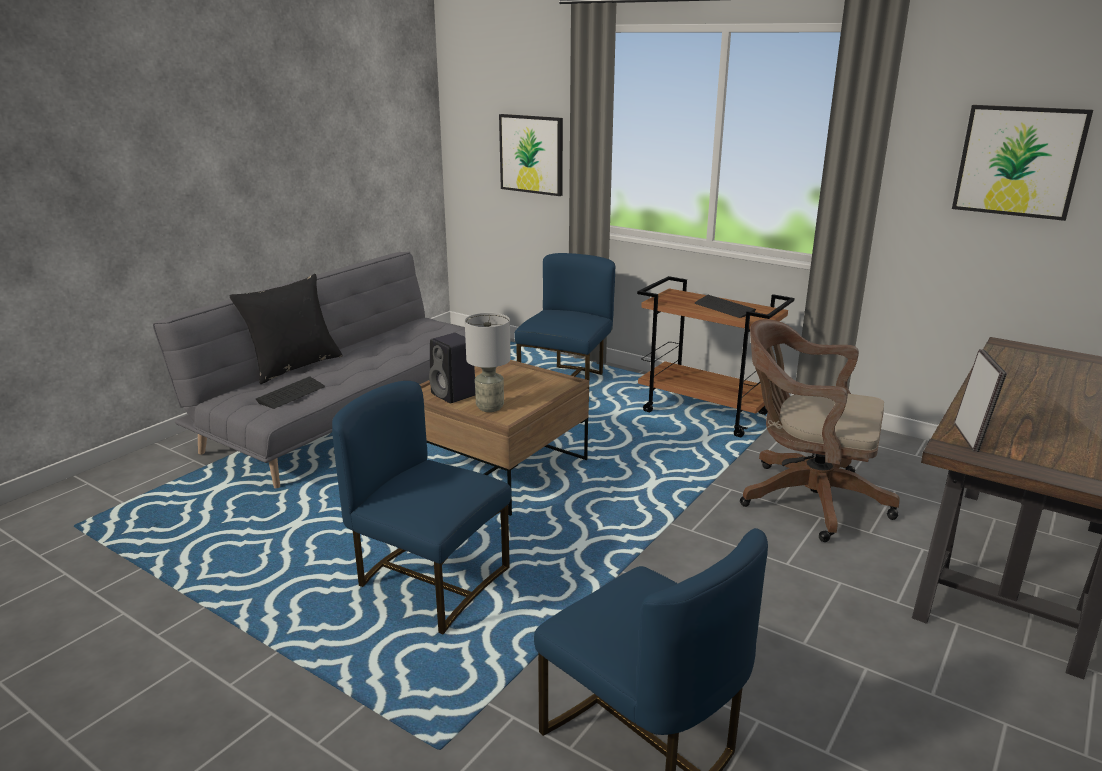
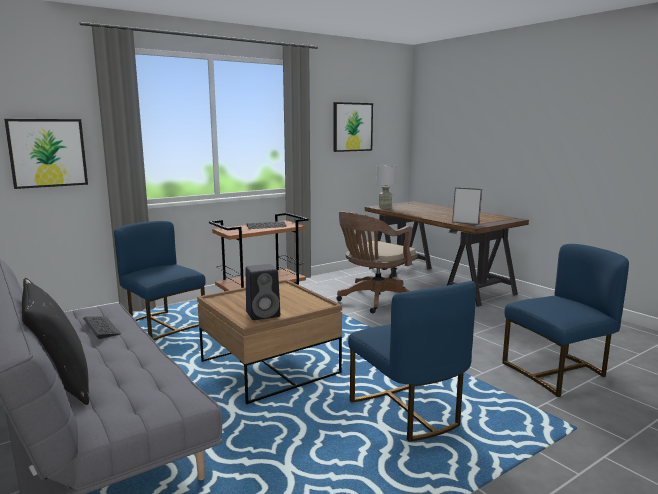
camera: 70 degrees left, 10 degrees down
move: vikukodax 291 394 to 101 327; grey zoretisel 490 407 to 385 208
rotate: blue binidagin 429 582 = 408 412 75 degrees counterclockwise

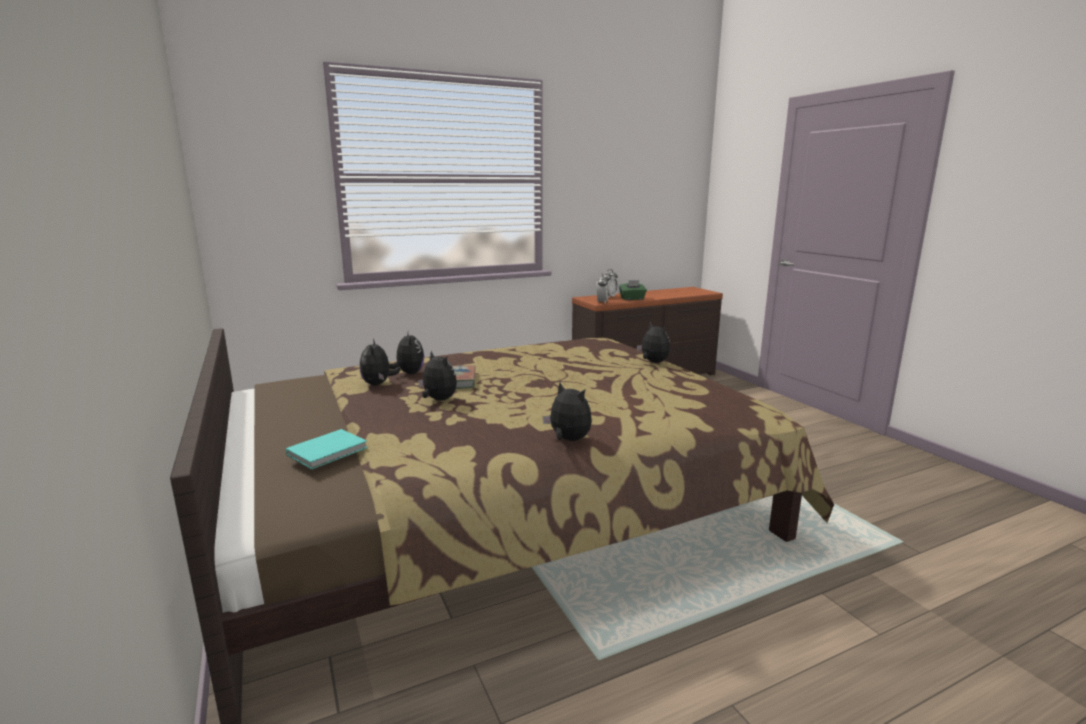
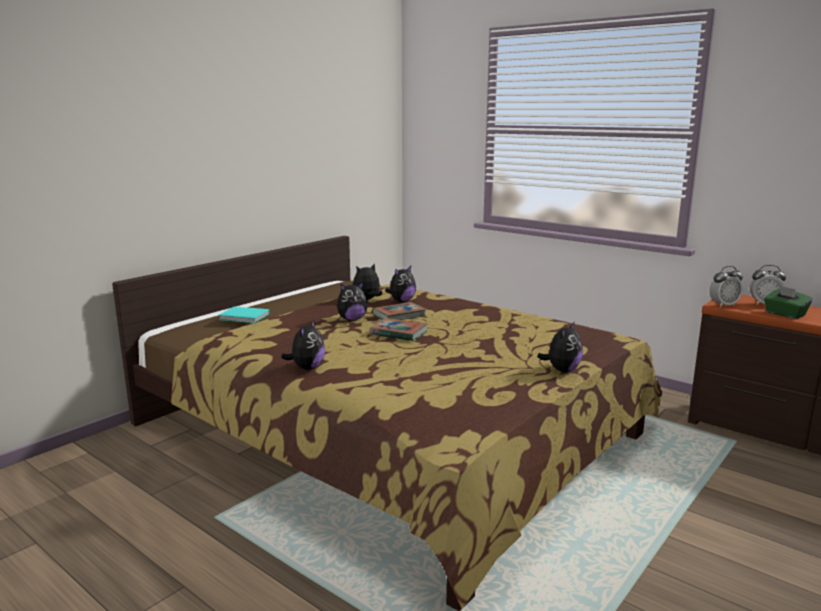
camera: 65 degrees right, 0 degrees up
insert: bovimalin 398 333
rotate: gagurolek 438 400 = 352 319 45 degrees clockwise

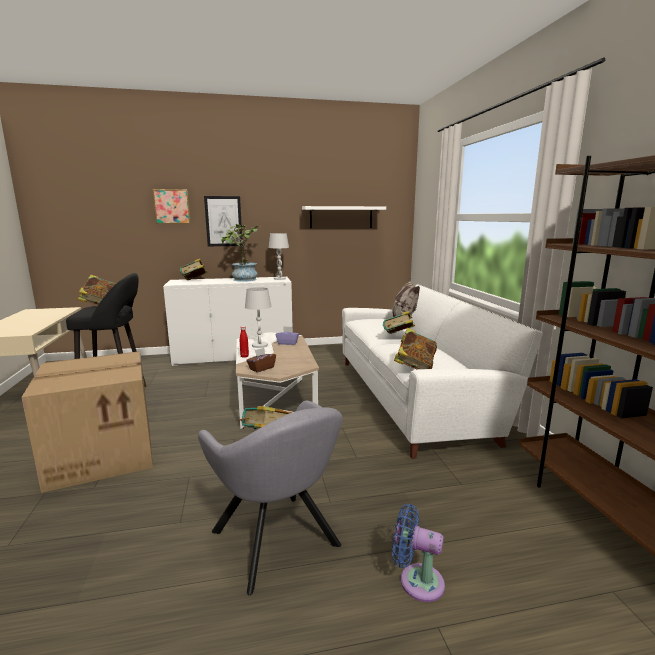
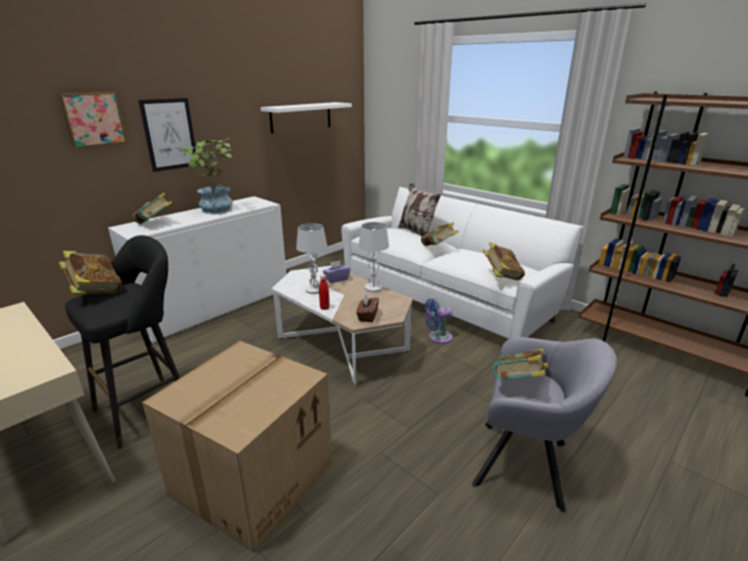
camera: 35 degrees left, 10 degrees up
move: white zoretisel 279 279 to 373 288; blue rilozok 417 580 to 437 337

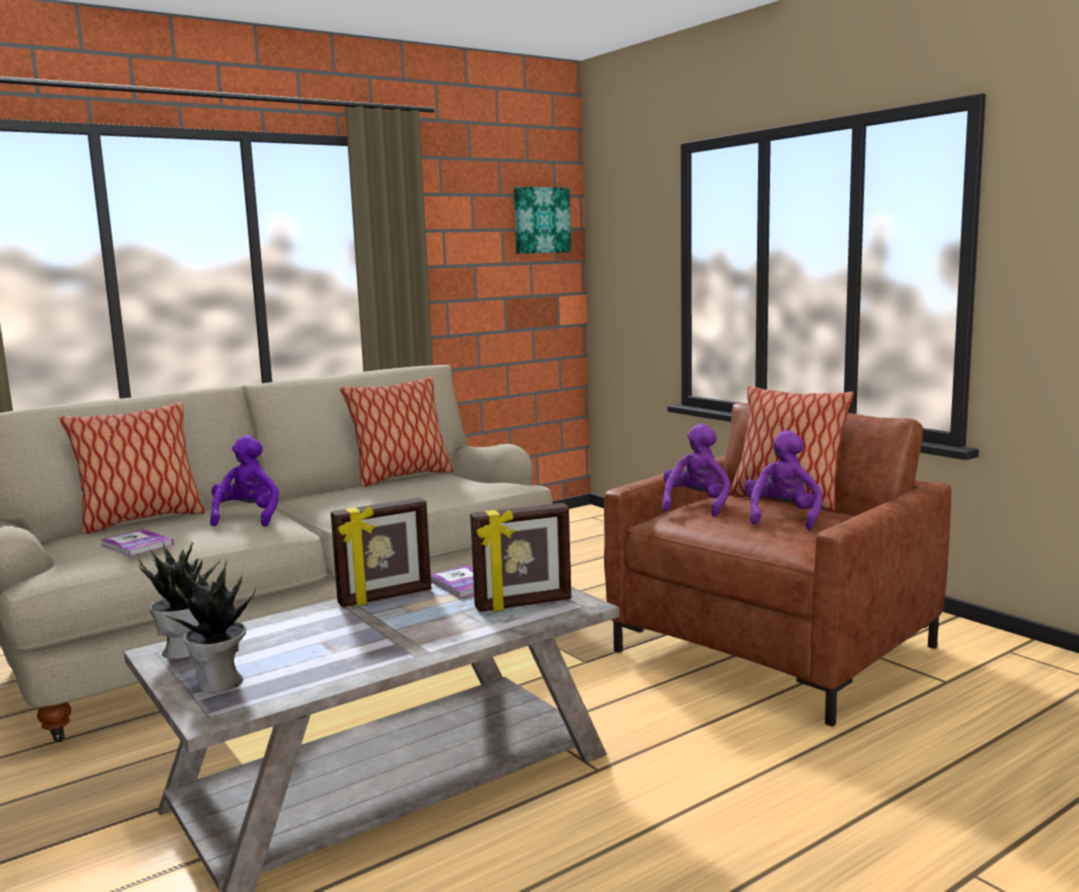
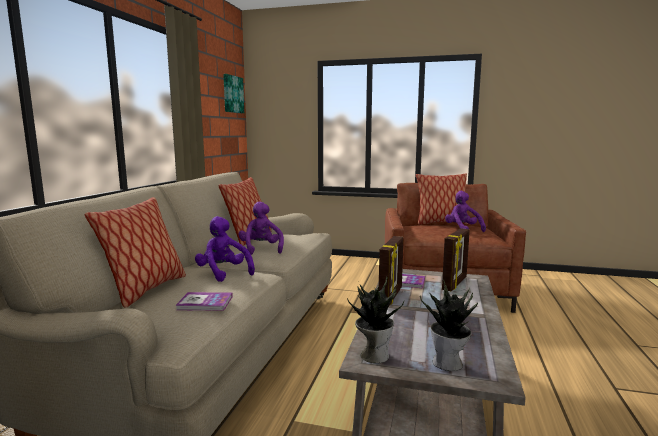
camera: 40 degrees left, 0 degrees up
move: purple gagurolek 696 506 to 261 249

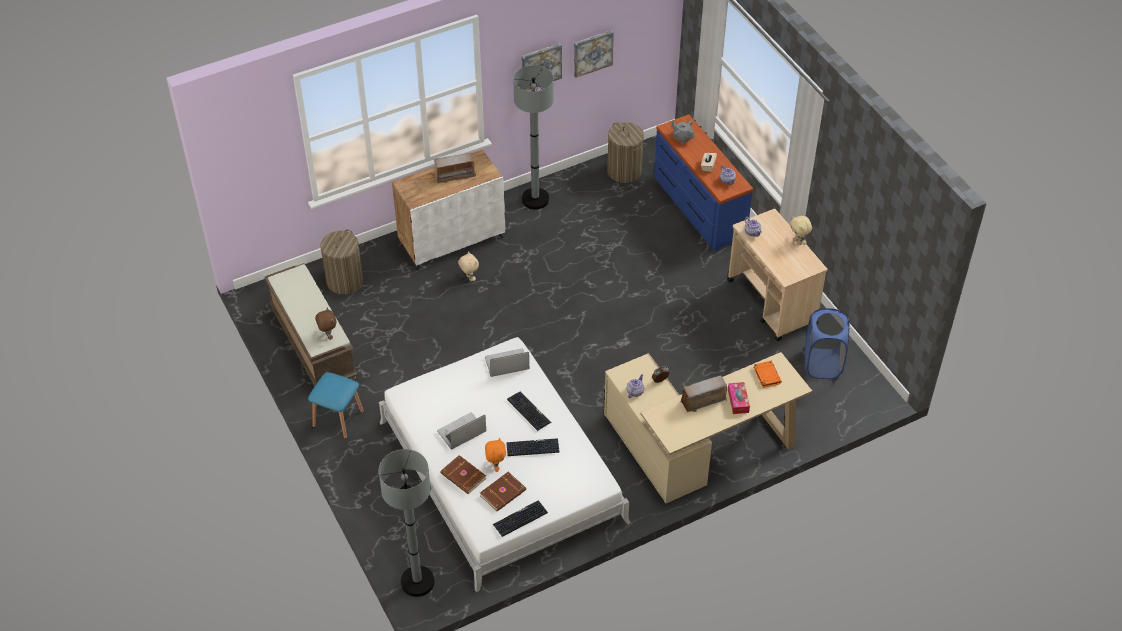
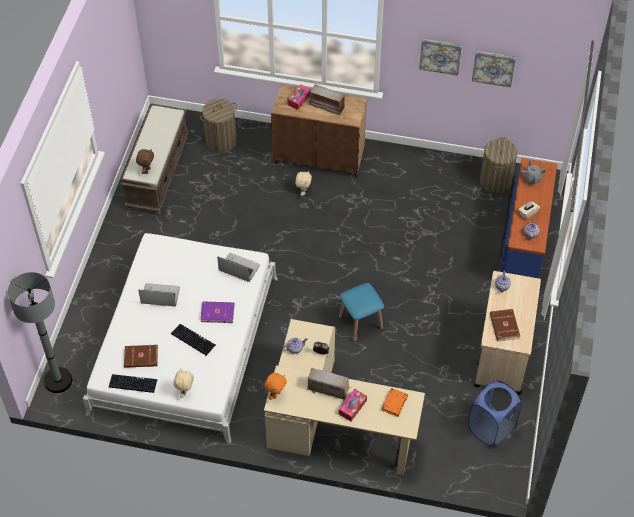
camera: 40 degrees right, 5 degrees up
delete: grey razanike 535 199
insert: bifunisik 299 100
move: beige gagurolek 798 242 to 185 392; orange gagurolek 495 466 to 276 394; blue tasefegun 338 419 to 360 322; brown bovimalin 463 476 to 503 326
replace: vikukodax 528 411 to purple bovimalin 217 312
recolor: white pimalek 452 241 to brown pimalek 319 157

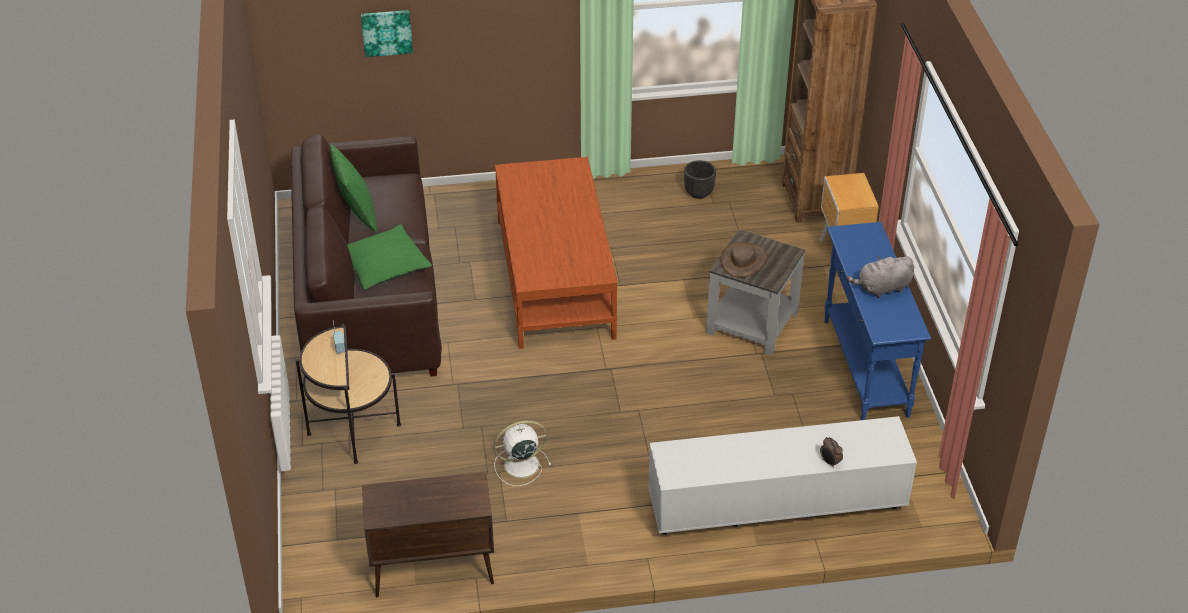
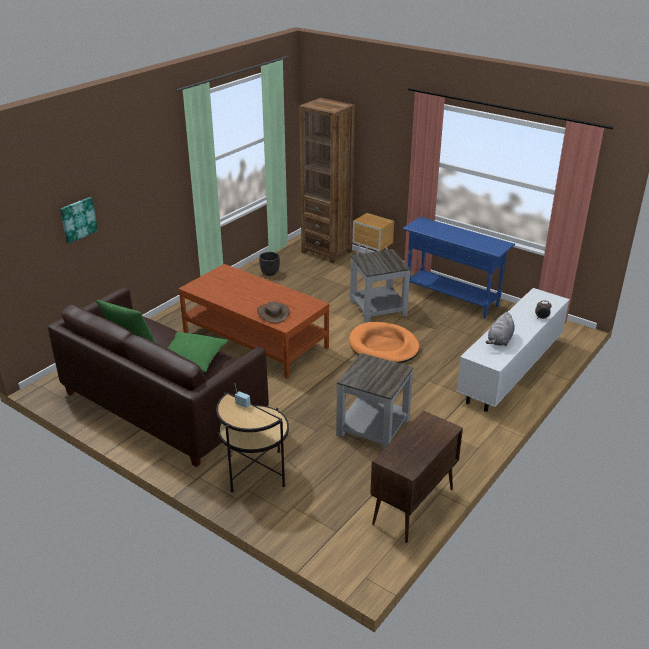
camera: 45 degrees left, 10 degrees down
insert: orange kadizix 383 346
move: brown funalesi 744 260 to 273 313; grey gagurolek 882 288 to 499 340
replace: white rilozok 520 465 to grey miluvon 373 428

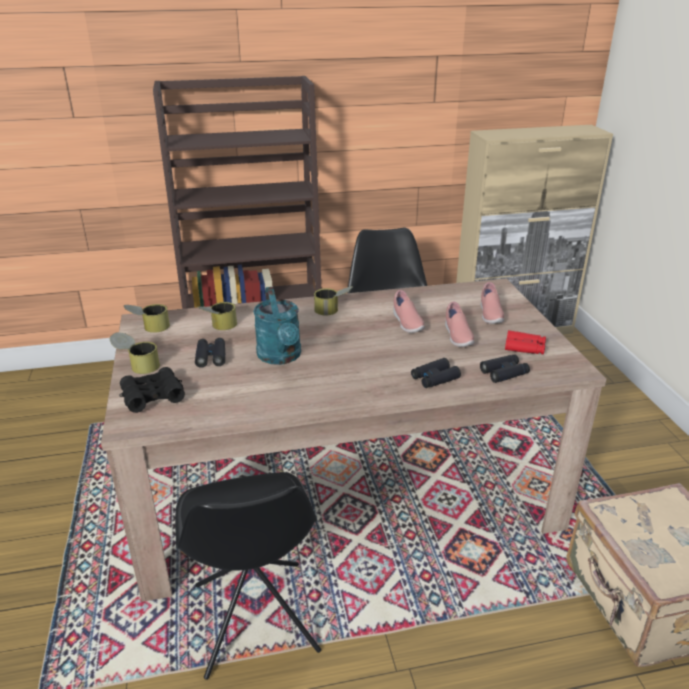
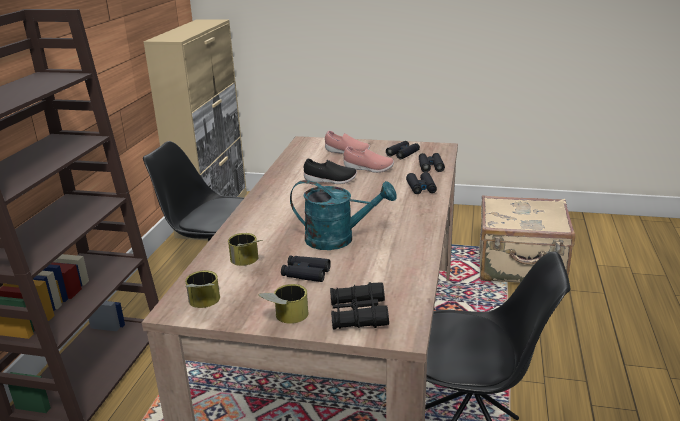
camera: 65 degrees left, 5 degrees down
delete: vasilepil 333 311
recolor: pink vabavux 406 323 to black vabavux 330 181; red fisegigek 524 347 to black fisegigek 403 153

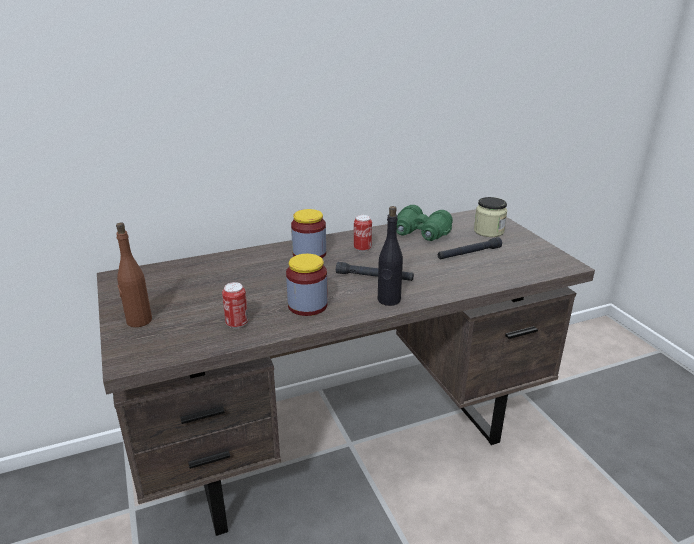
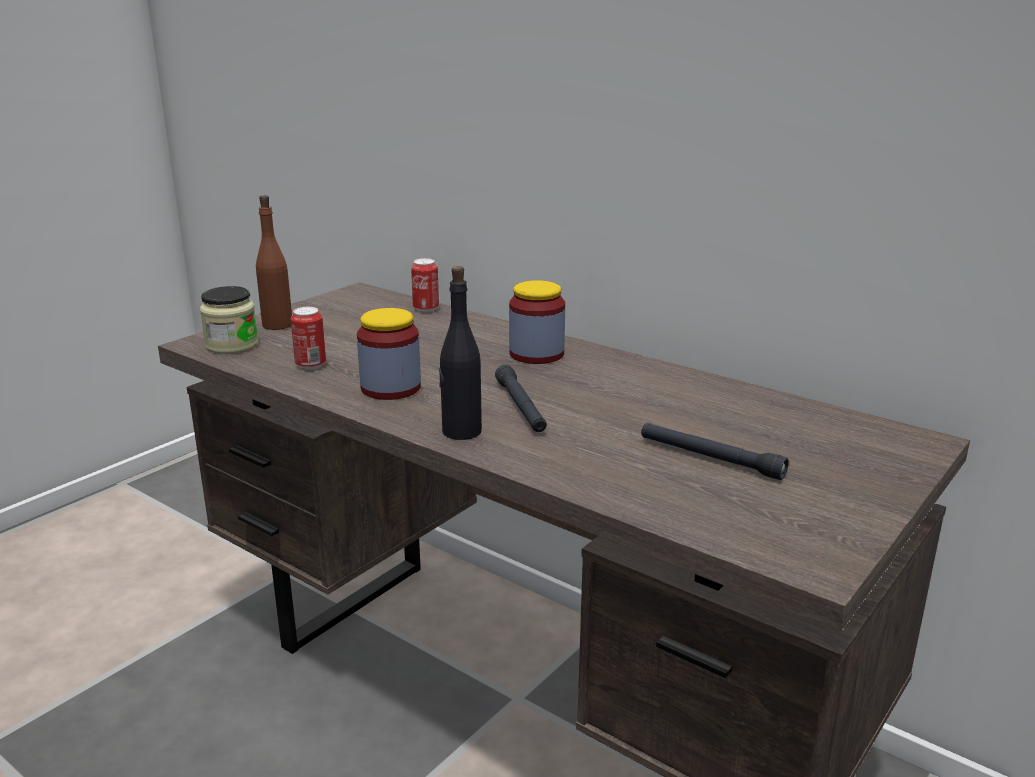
camera: 60 degrees right, 5 degrees down
delete: green fisegigek 420 234
move: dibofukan 488 231 to 232 345; vasilepil 362 248 to 426 309

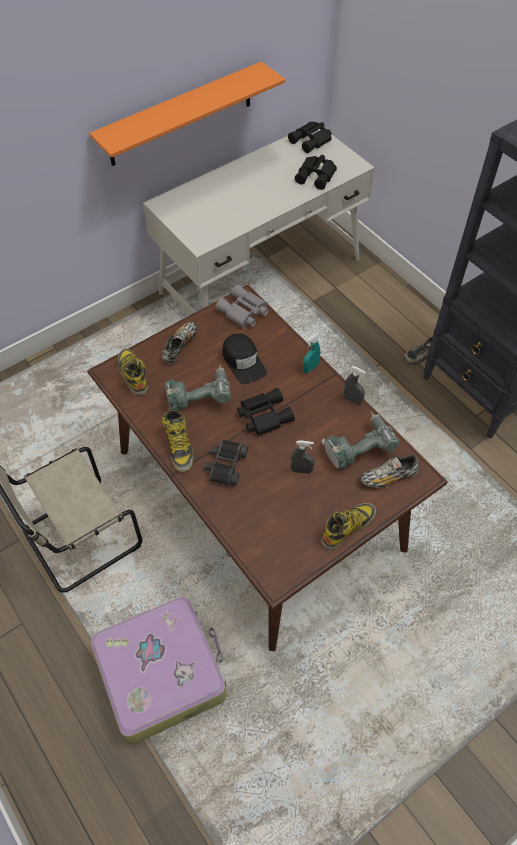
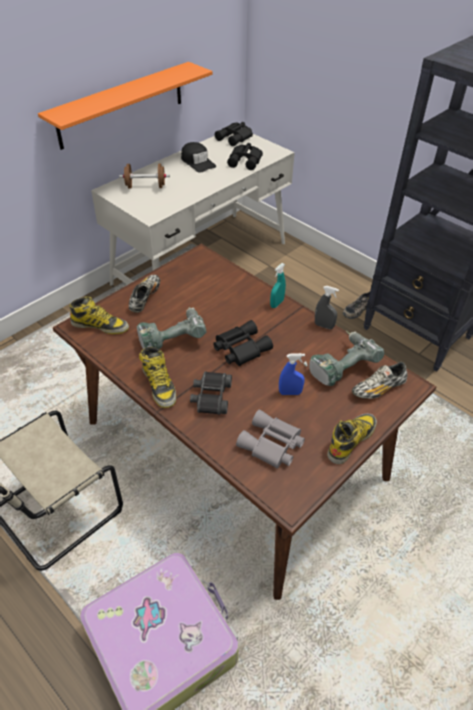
camera: 10 degrees left, 10 degrees down
insert: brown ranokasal 145 186
move: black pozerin 243 361 to 197 162; grey fisegigek 243 312 to 271 445
recolor: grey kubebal 301 470 to blue kubebal 290 393
rotate: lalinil 132 374 = 100 325 135 degrees clockwise

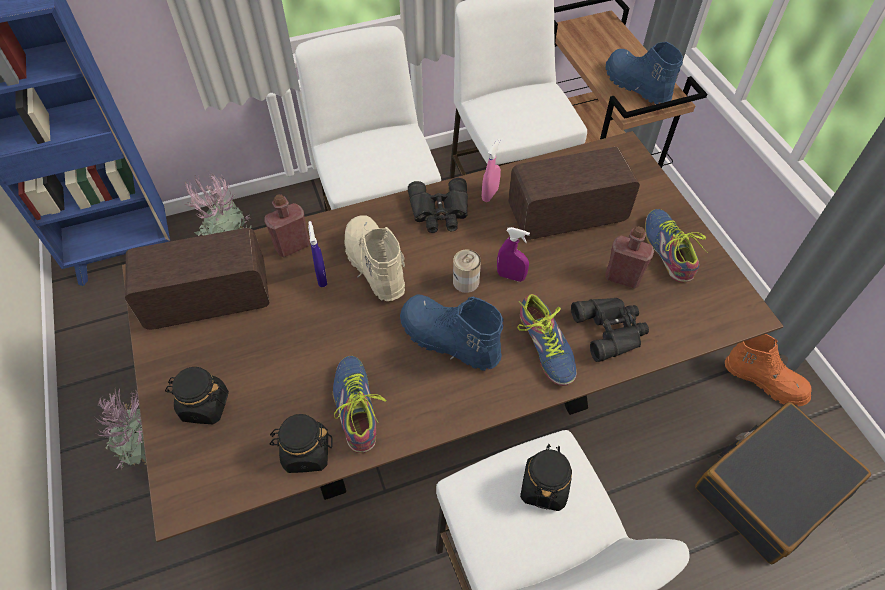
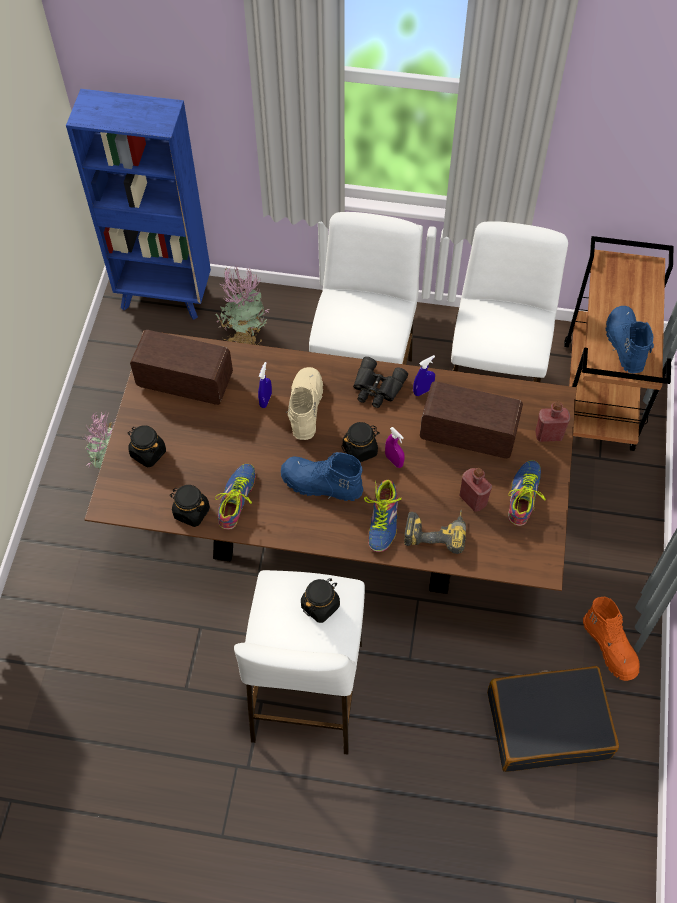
camera: 30 degrees right, 5 degrees up
move: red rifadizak 292 246 to 548 435
replace: vasilepil 466 282 to black dibofukan 360 449; black fisegigek 611 330 to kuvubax 436 531
recolor: pink kubebal 490 194 to blue kubebal 423 390
rotate: blue lalinil 448 341 = 321 485 45 degrees counterclockwise

